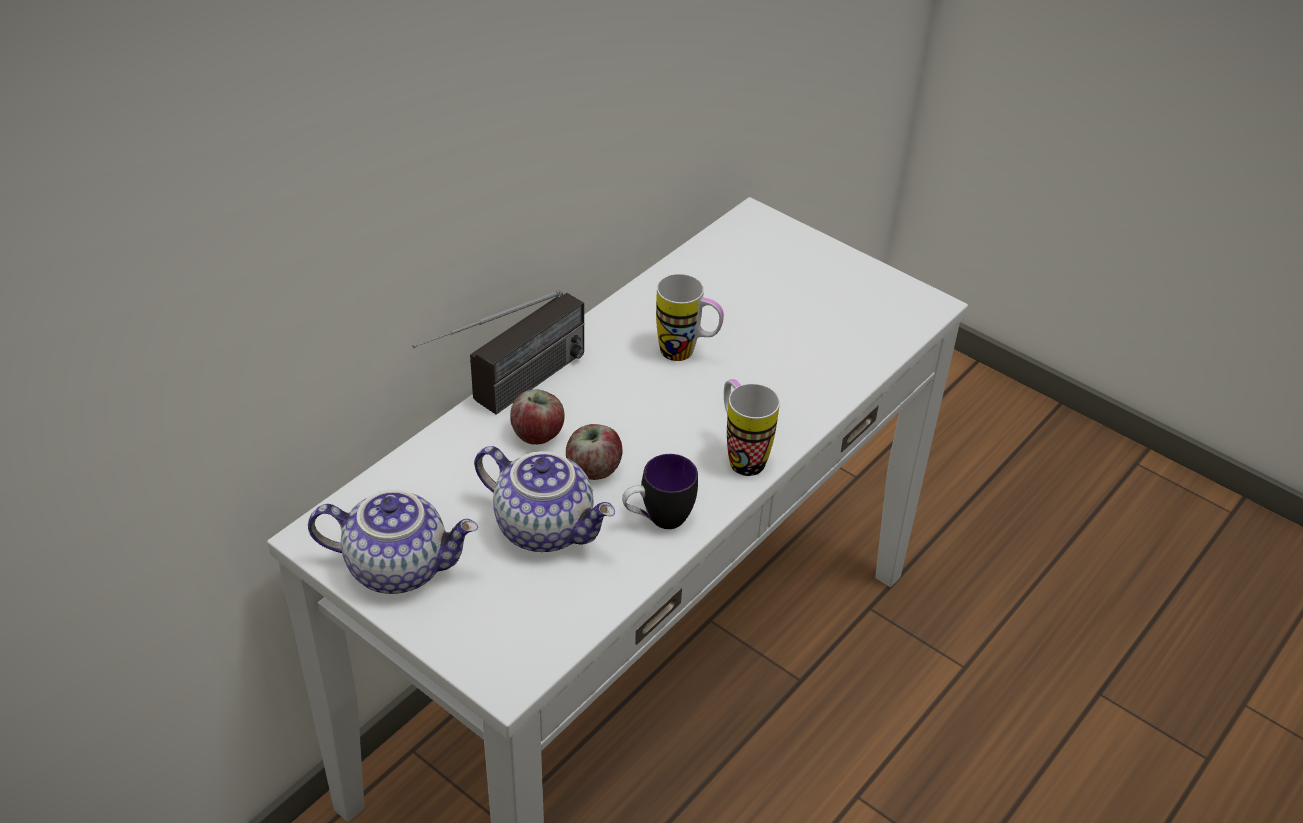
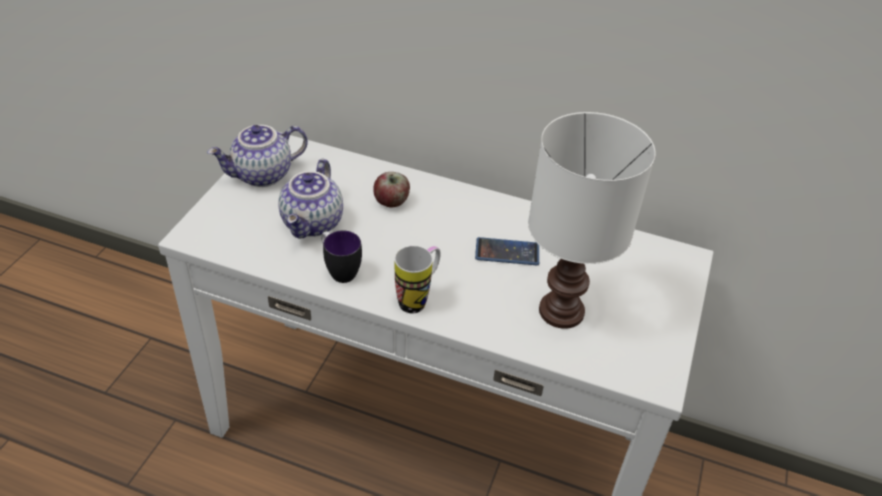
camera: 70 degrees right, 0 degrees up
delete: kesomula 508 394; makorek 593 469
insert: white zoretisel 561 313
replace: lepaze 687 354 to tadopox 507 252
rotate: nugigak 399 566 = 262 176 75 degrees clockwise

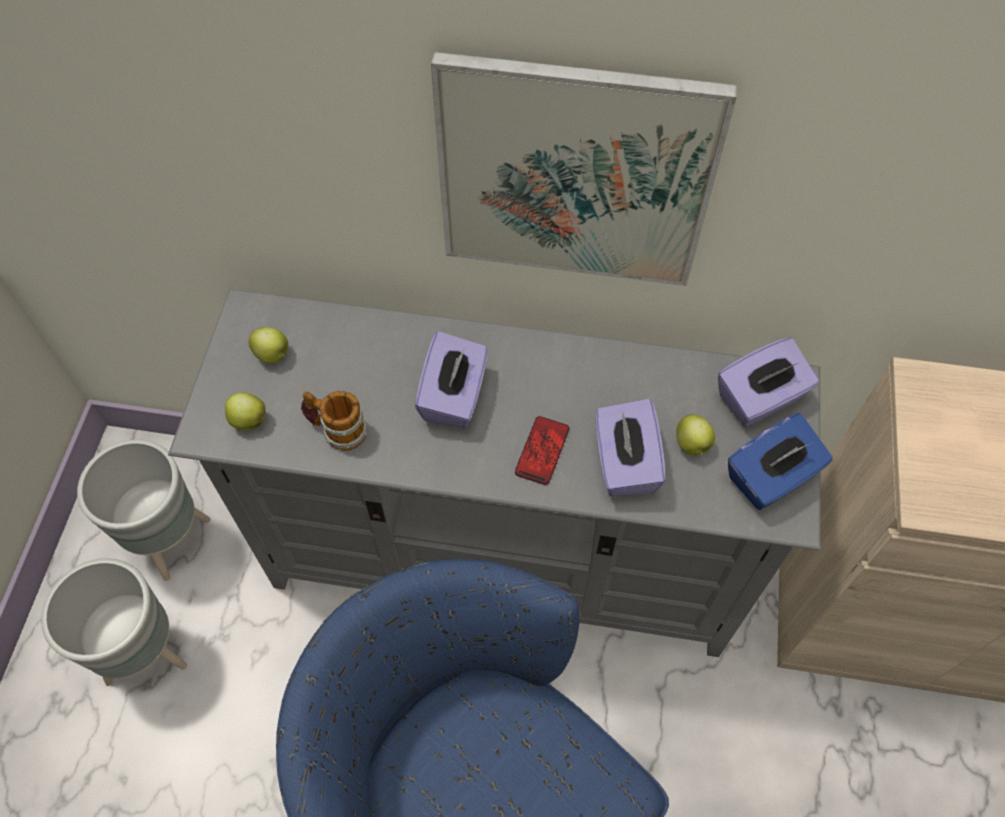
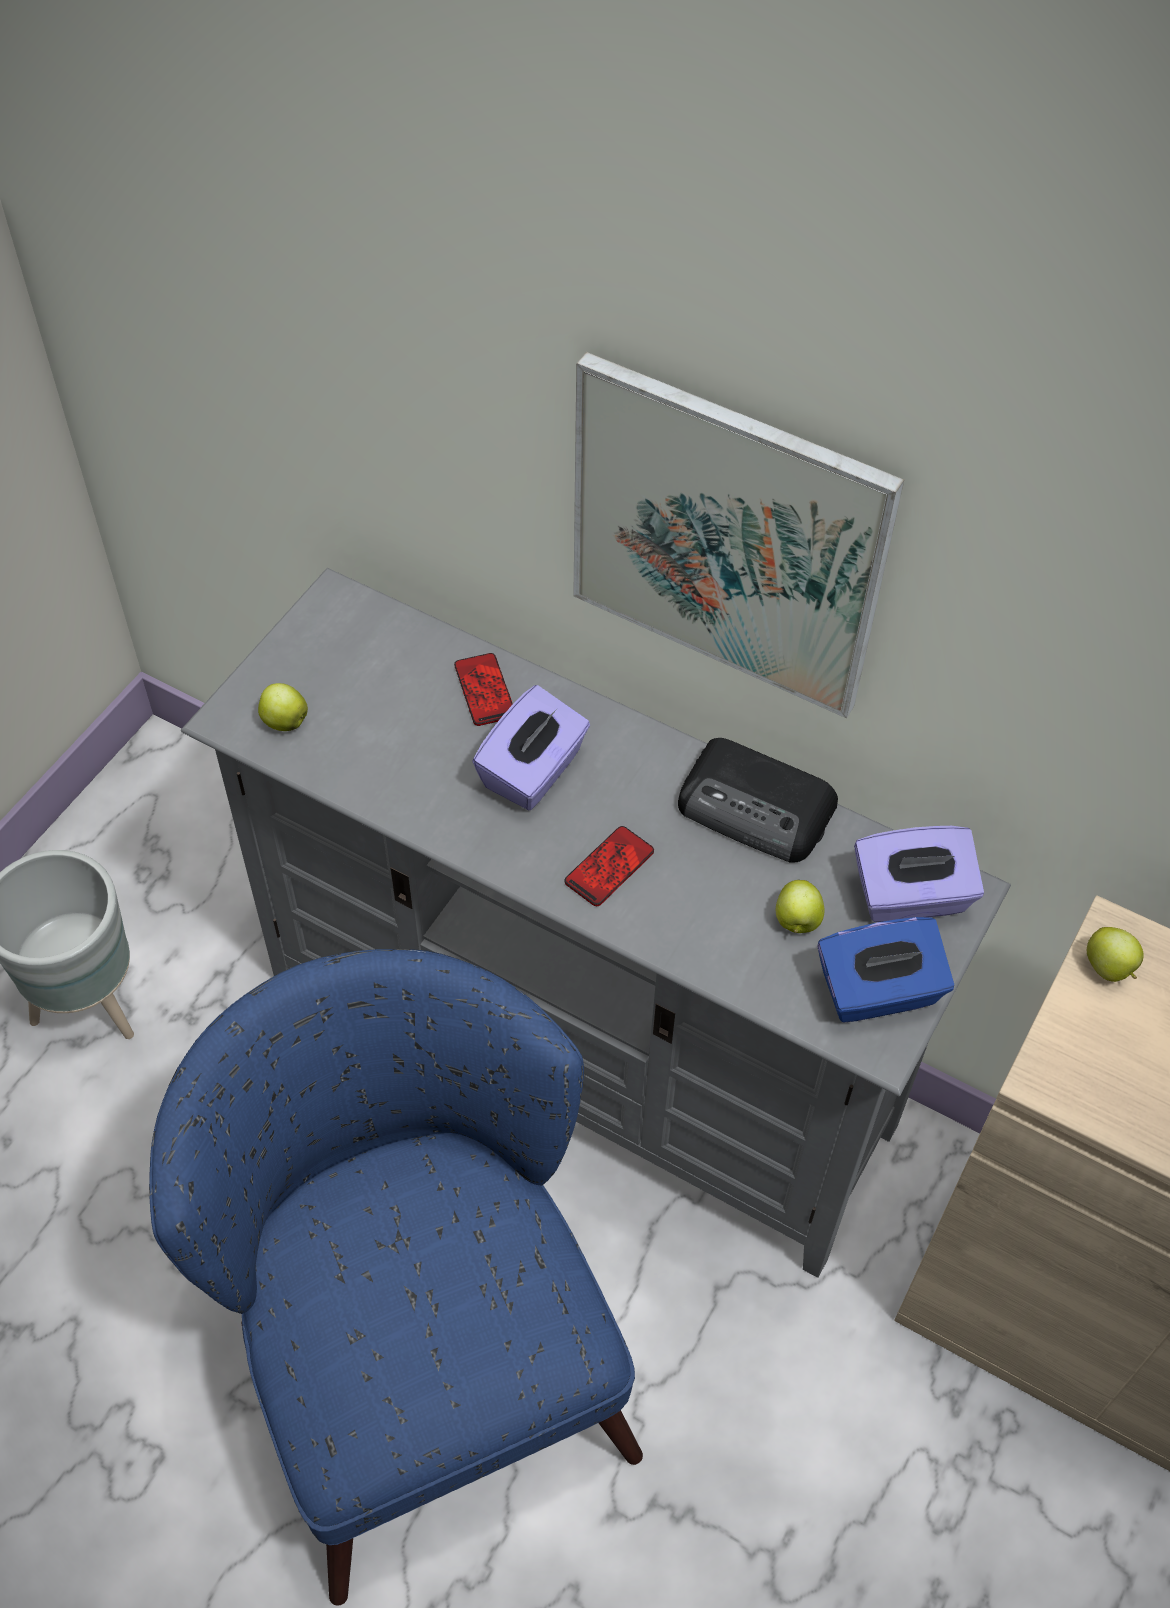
camera: 20 degrees right, 5 degrees down
delete: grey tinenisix 171 539; lepaze 337 430; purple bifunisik 625 463
insert: tadopox 484 690; kesomula 757 809
move: makorek 273 355 to 1109 968

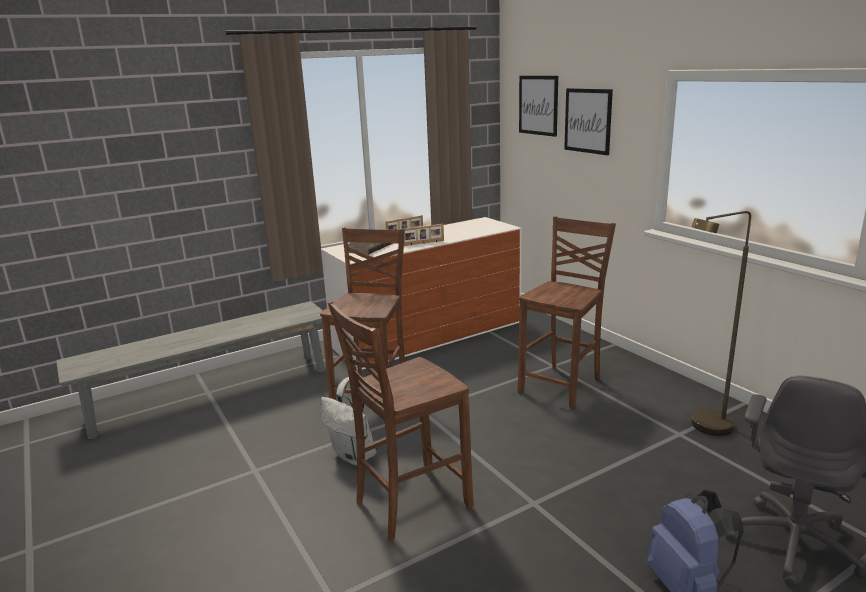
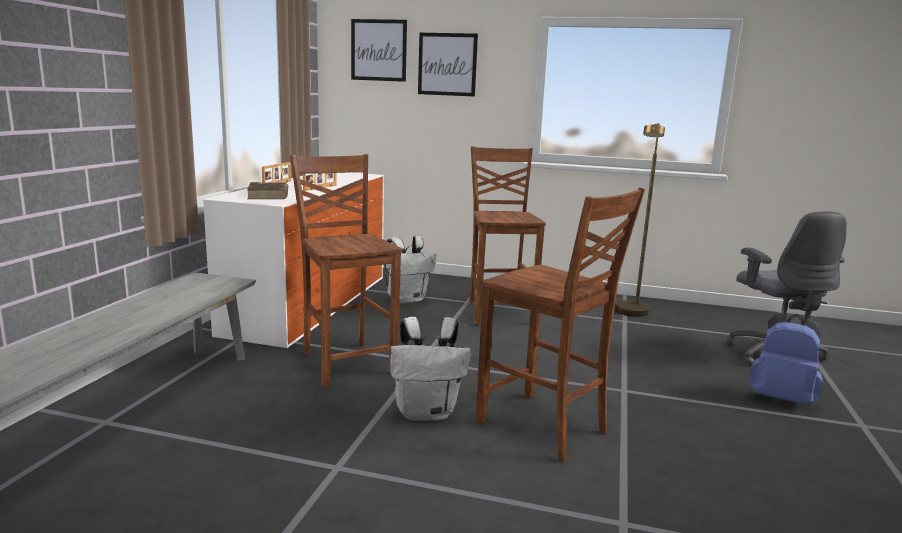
camera: 45 degrees left, 5 degrees down
insert: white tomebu 407 299
rotate: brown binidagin 409 504 = 544 428 60 degrees counterclockwise

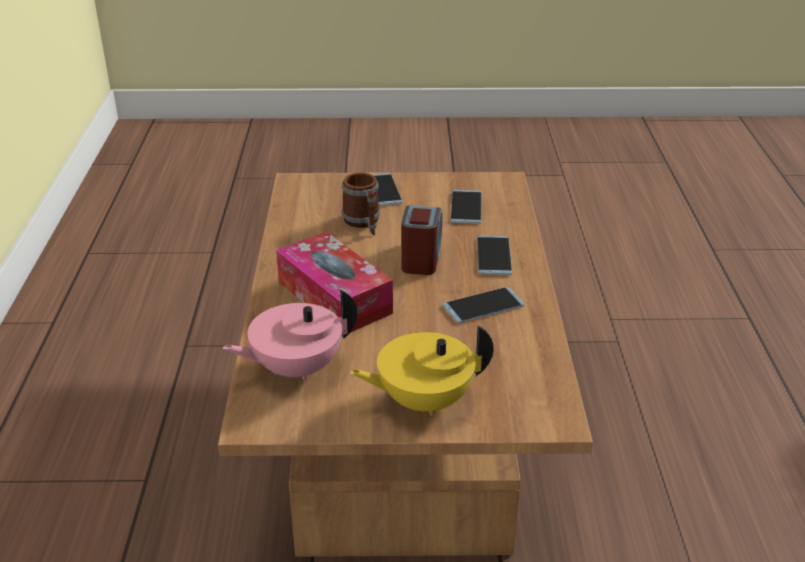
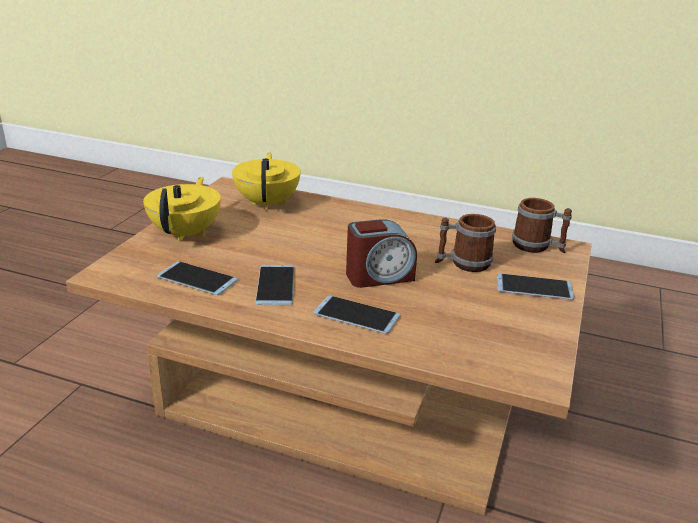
camera: 110 degrees right, 5 degrees down
delete: bifunisik 334 297
insert: lepaze 537 247
move: tadopox 466 207 to 197 279
recolor: pink nugigak 296 368 to yellow nugigak 268 203
rotate: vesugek 421 258 = 379 276 45 degrees counterclockwise

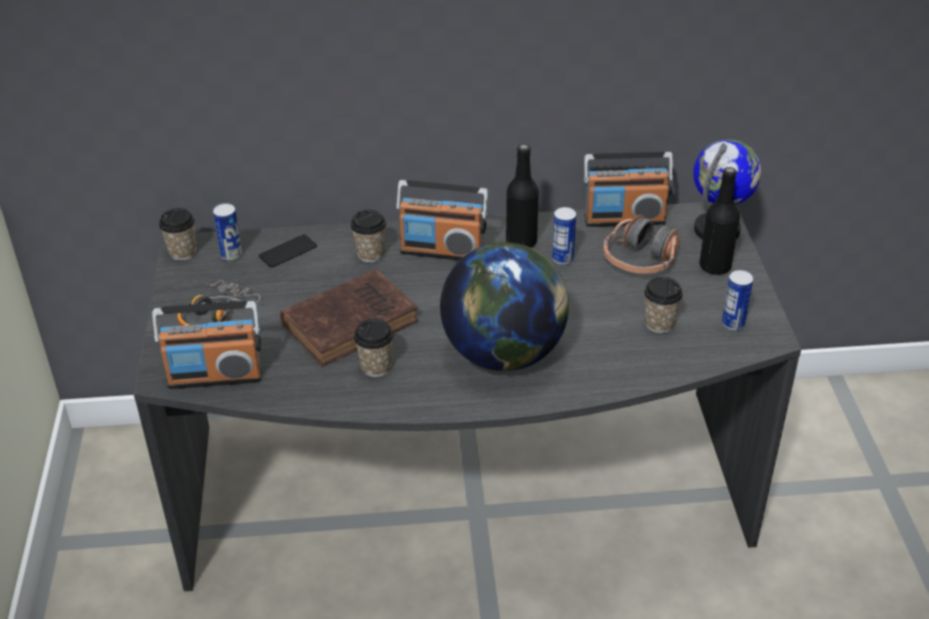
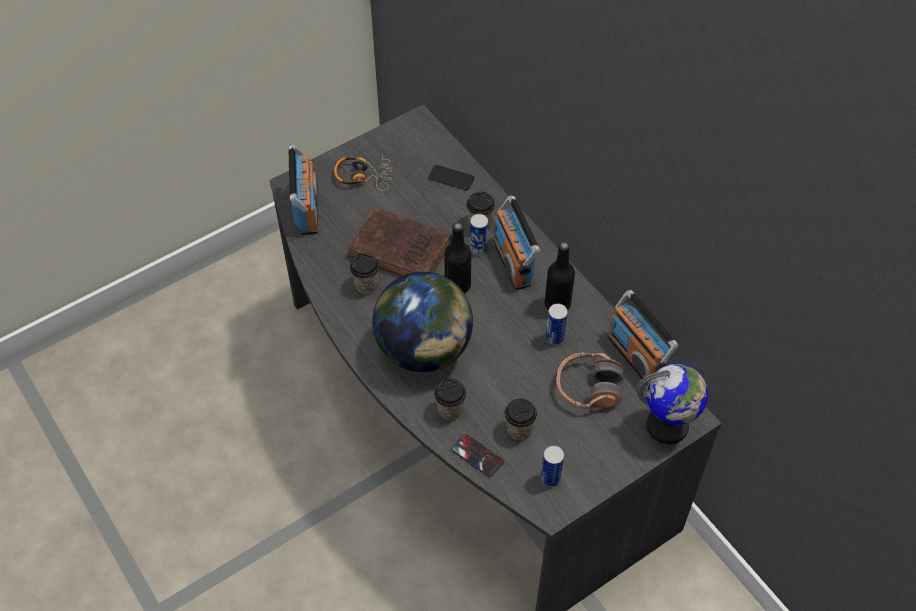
camera: 60 degrees right, 15 degrees up
insert: tadopox 477 455
move: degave 182 252 to 450 410; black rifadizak 715 266 to 458 285; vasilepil 231 255 to 478 249
rotate: kesomula 215 376 = 307 209 150 degrees counterclockwise

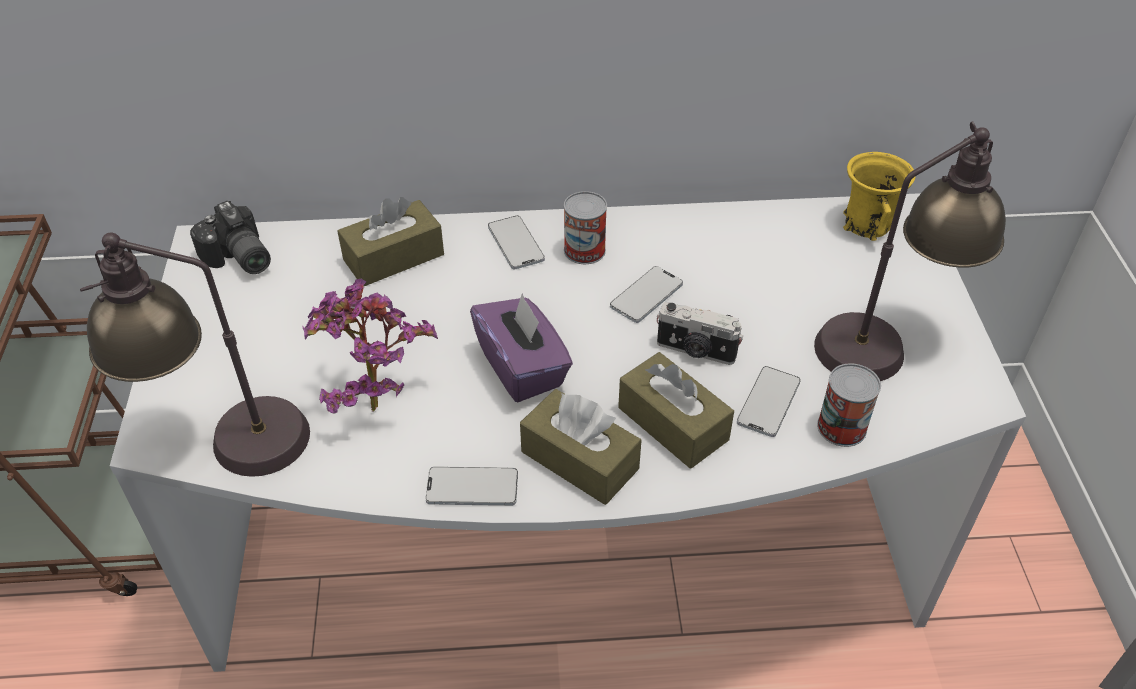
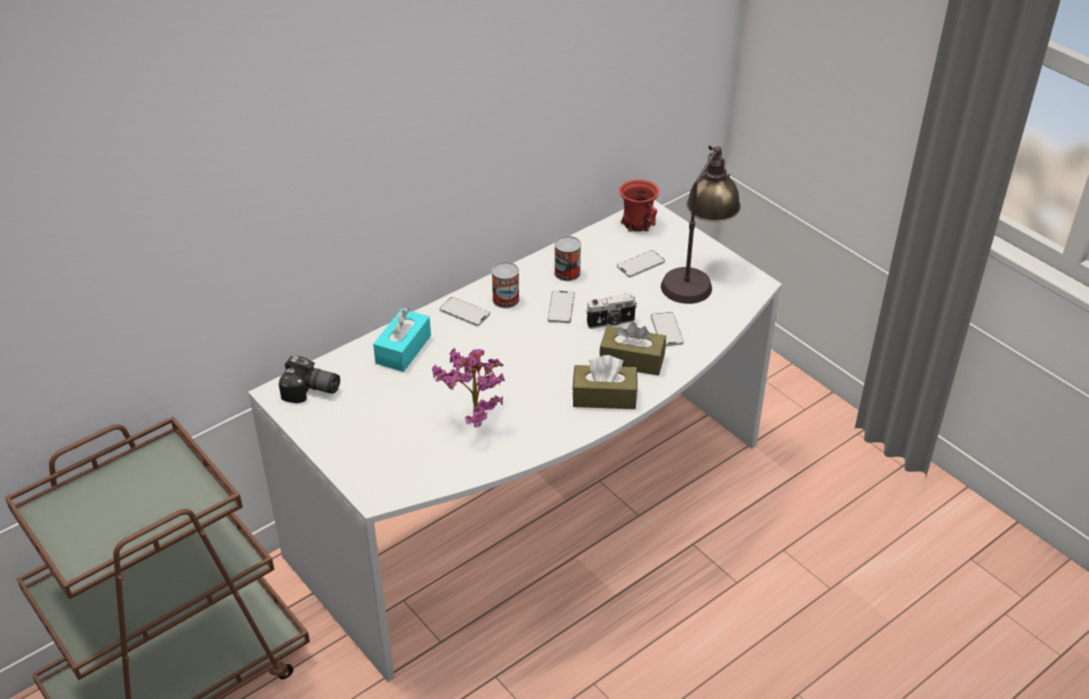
camera: 35 degrees left, 5 degrees down
delete: zoretisel 223 440; purple bifunisik 522 368
move: vasilepil 841 427 to 567 273; tadopox 472 487 to 640 264
recolor: brown bifunisik 393 257 to turquoise bifunisik 403 349; yellow lepaze 868 224 to red lepaze 637 223

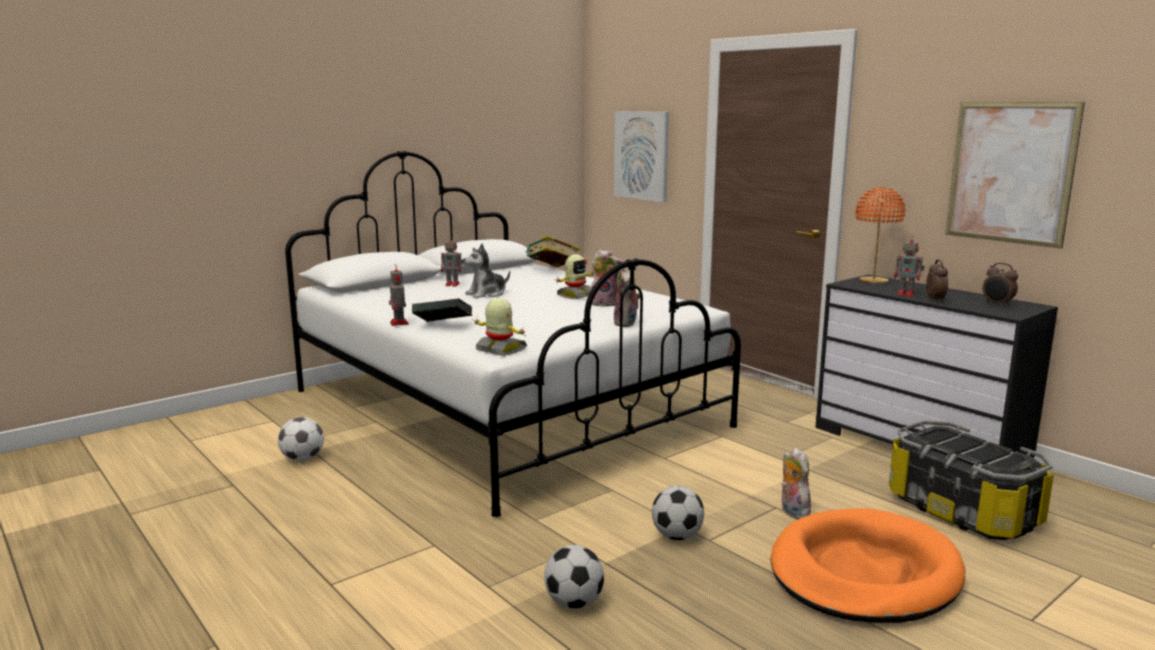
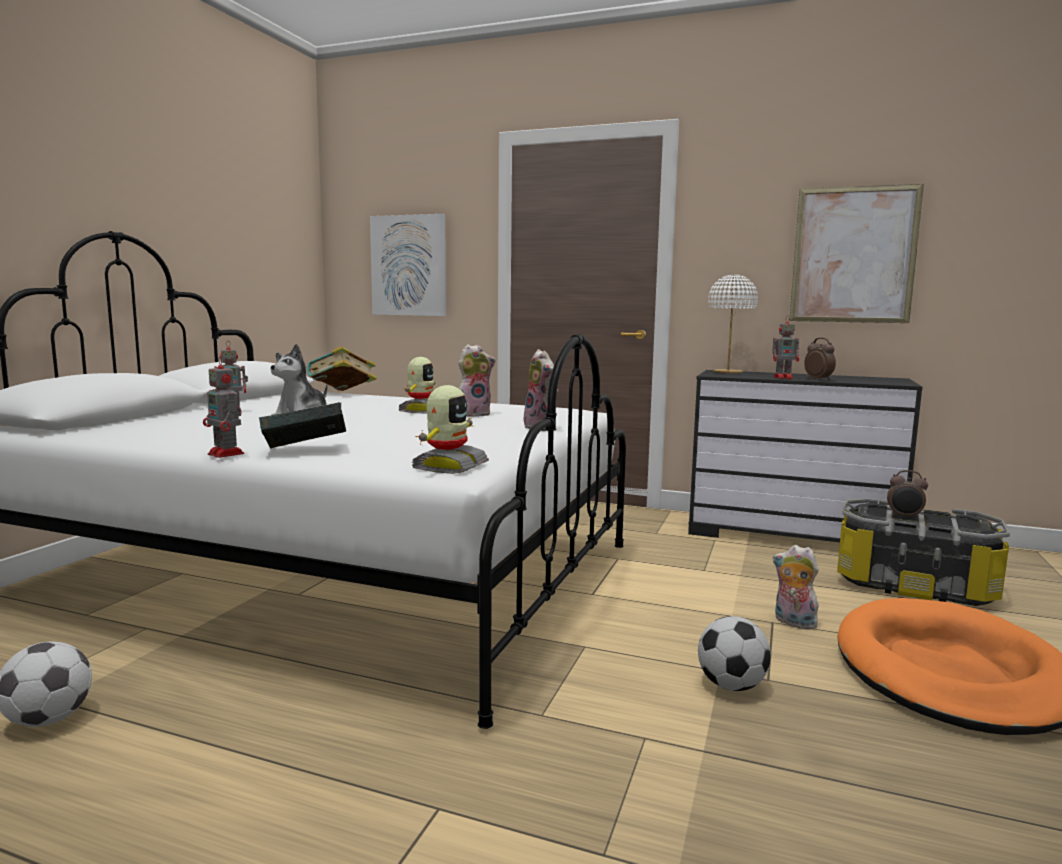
camera: 30 degrees left, 5 degrees down
delete: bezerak 574 603
move: vesugek 997 304 to 904 517
recolor: orange zoretisel 874 281 to white zoretisel 728 372
rotate: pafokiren 500 350 = 448 466 105 degrees clockwise

